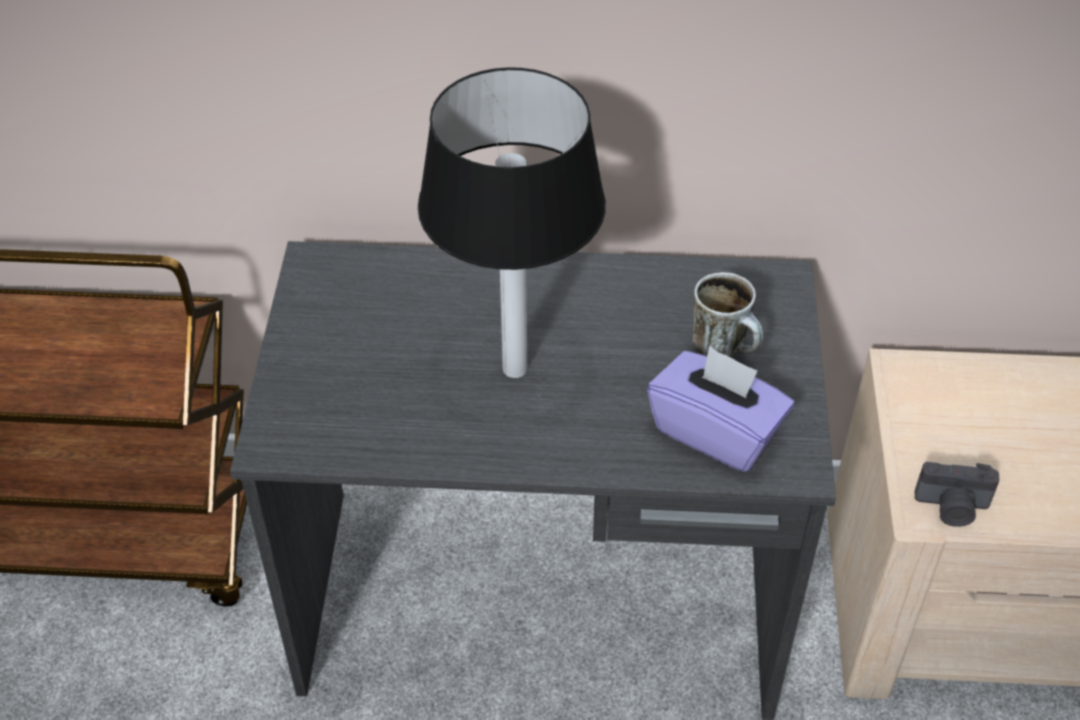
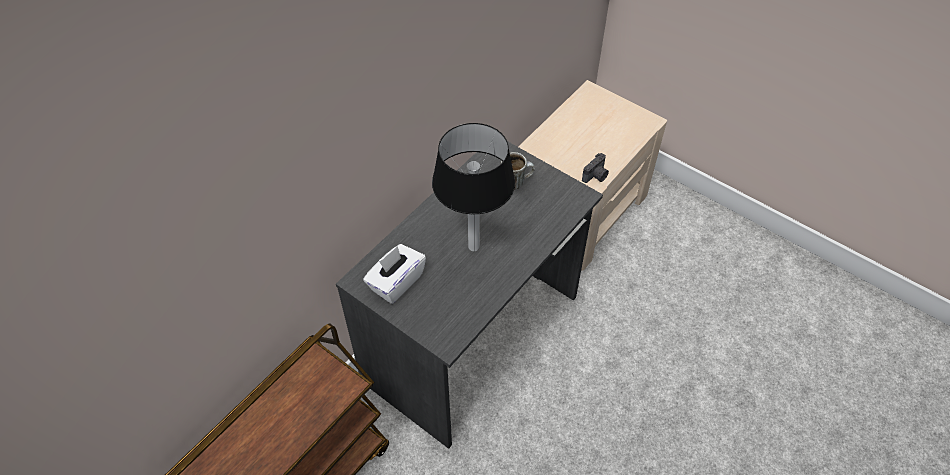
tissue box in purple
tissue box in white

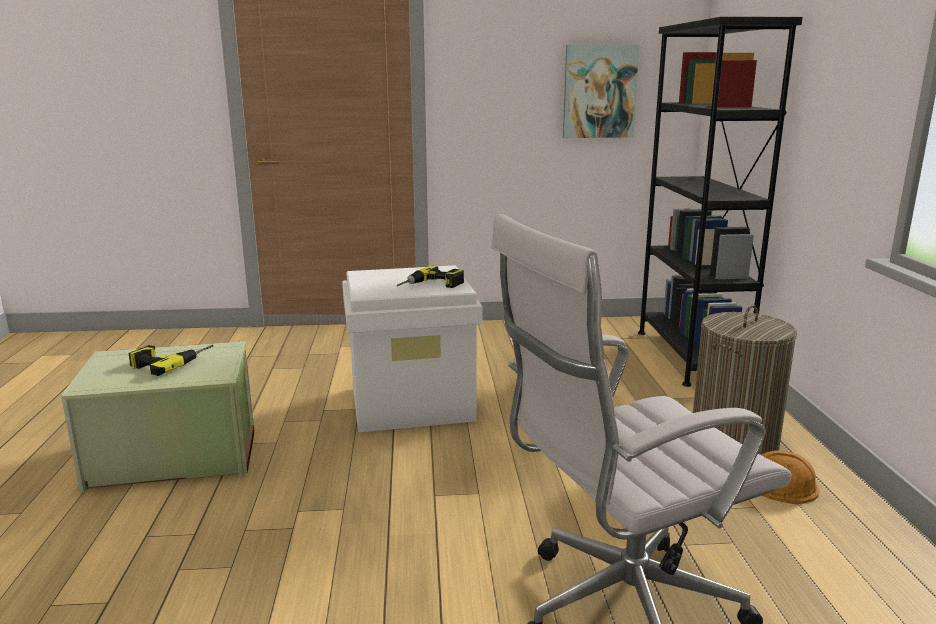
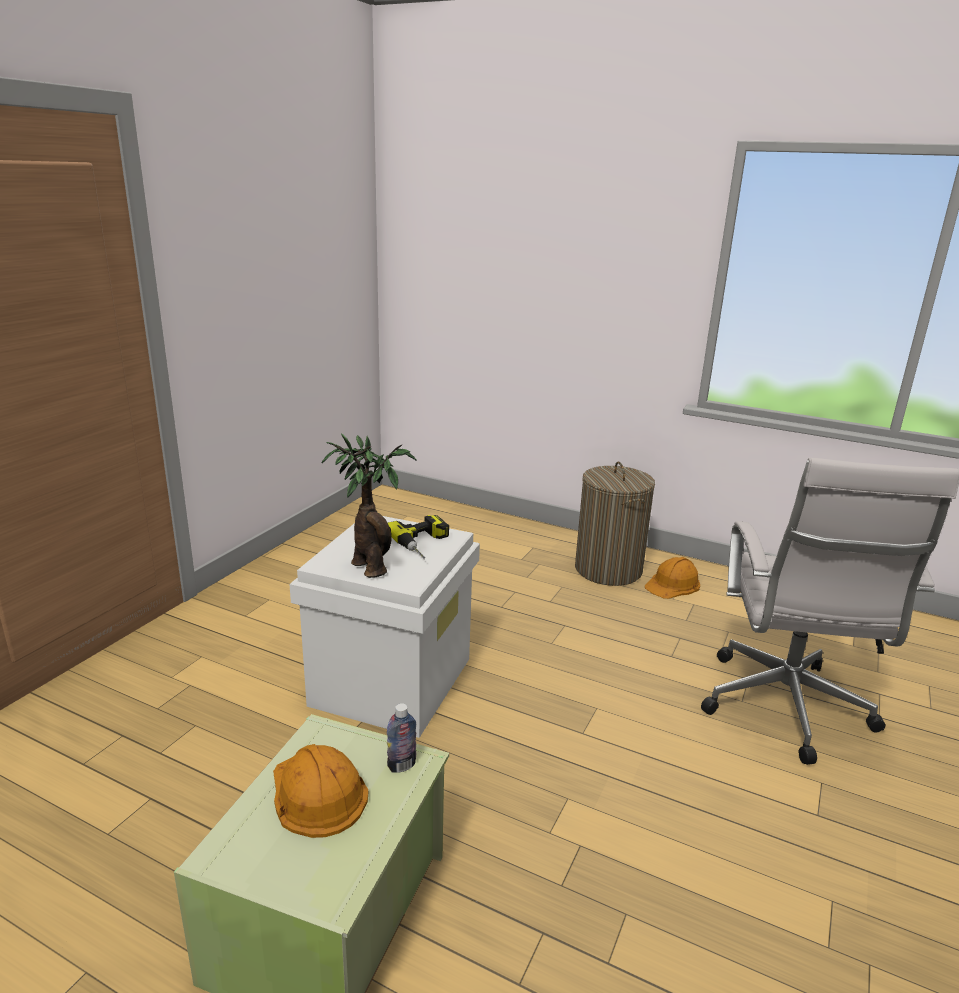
hard hat in orange (no. 1 from left)
picture
bookcase in black
potted plant
bottle

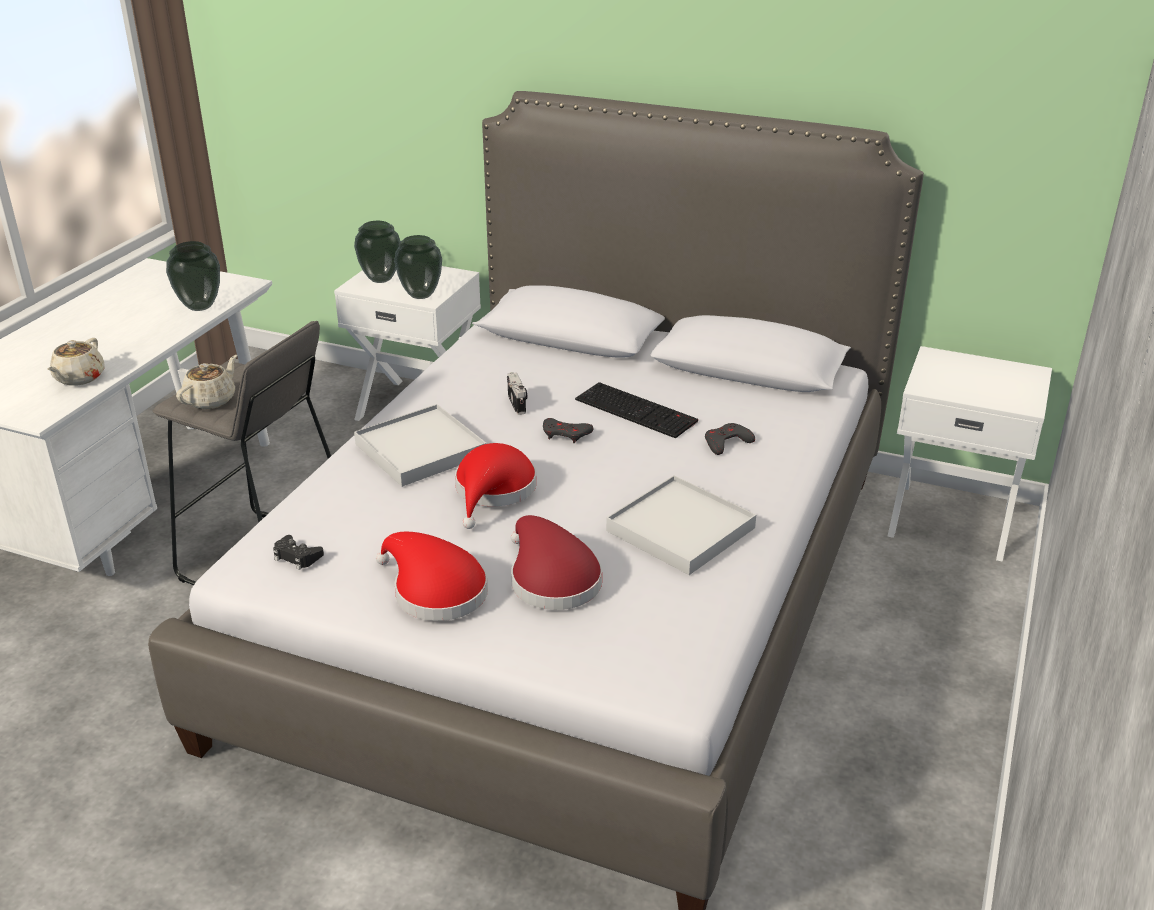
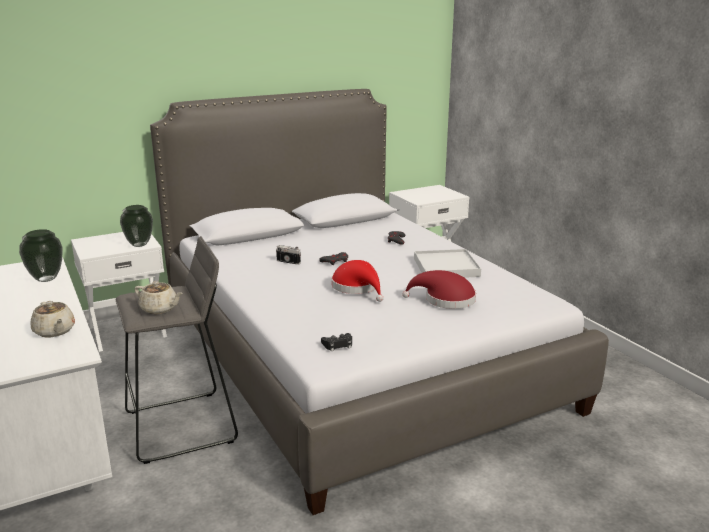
teapot in beige (no. 2 from left)
vase (no. 2 from left in the first image)
tray in white (no. 1 from left in the first image)
hat in red (no. 1 from left in the first image)
keyboard

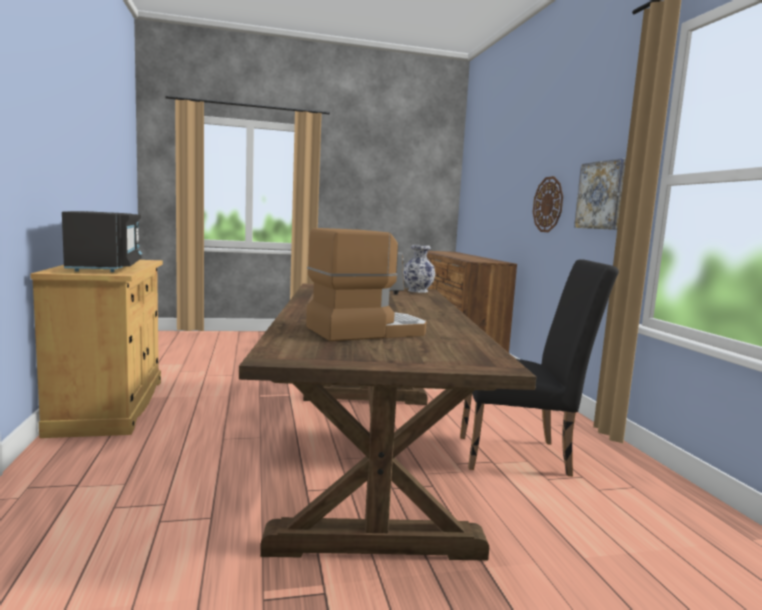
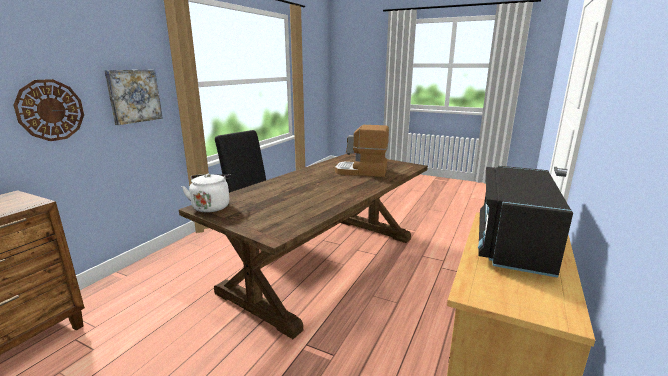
kettle in white

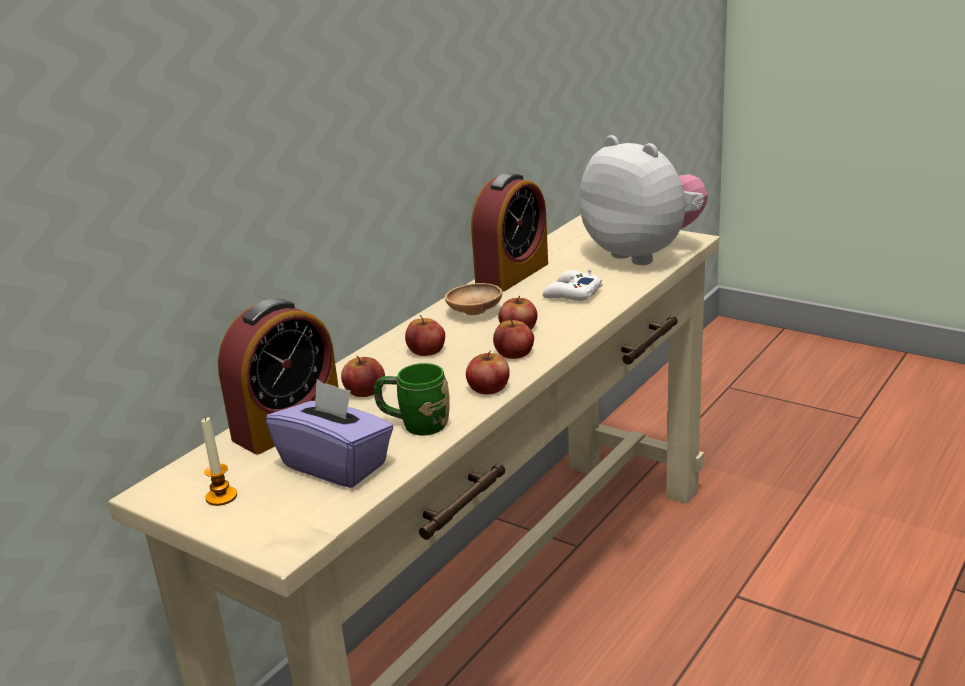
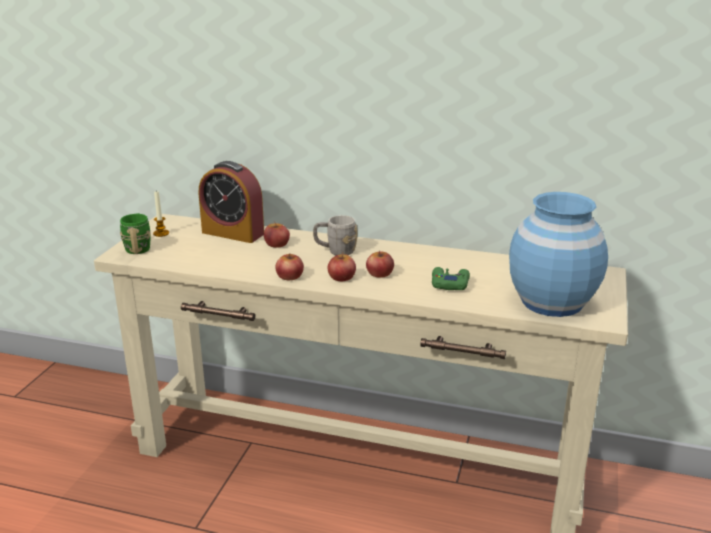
tissue box in purple
mug in green
mug in grey
bowl in brown
alarm clock (no. 2 from left in the first image)
game controller in green
vase in blue

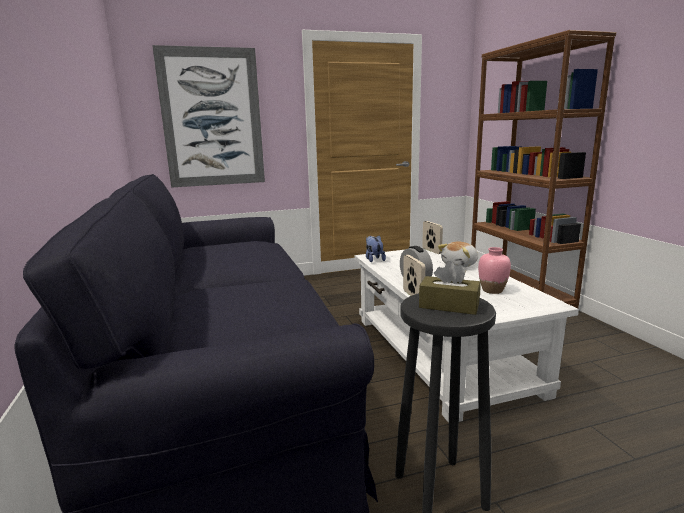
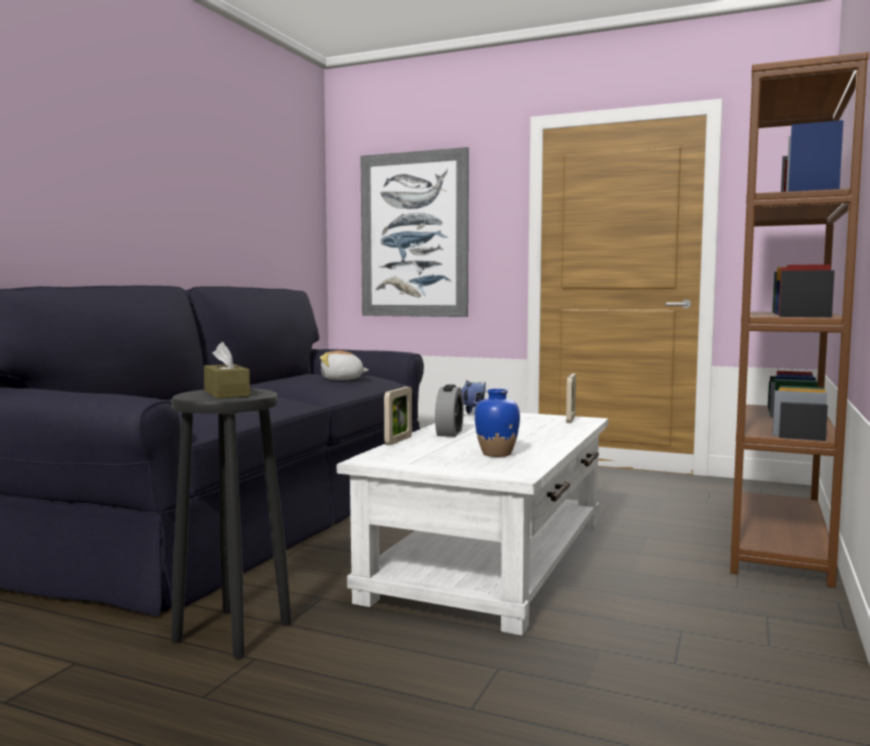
plush toy (no. 1 from left)
vase in blue

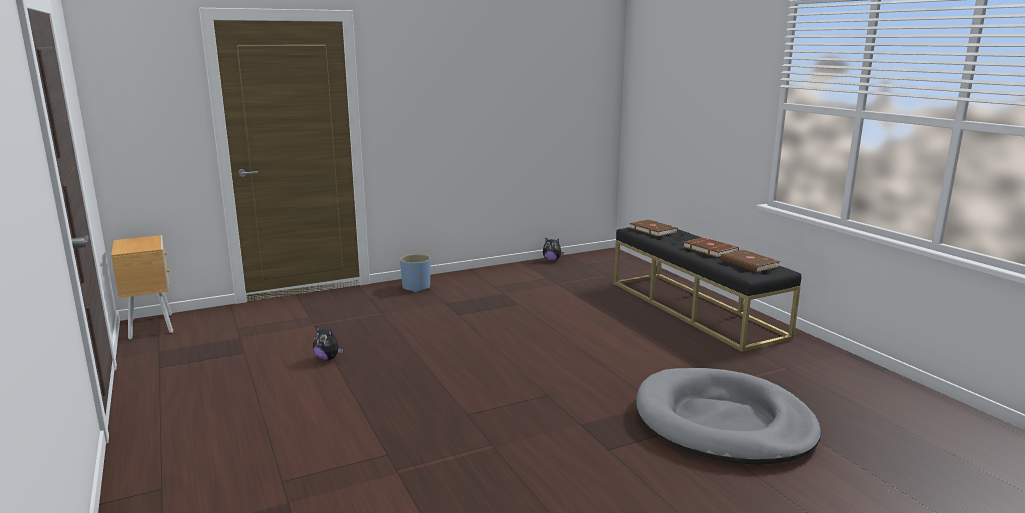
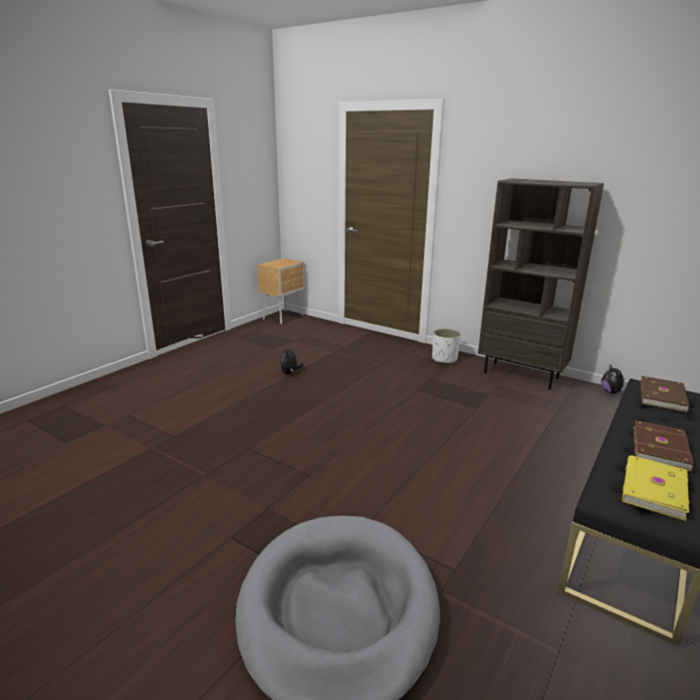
planter in white
book in yellow
bookcase in brown

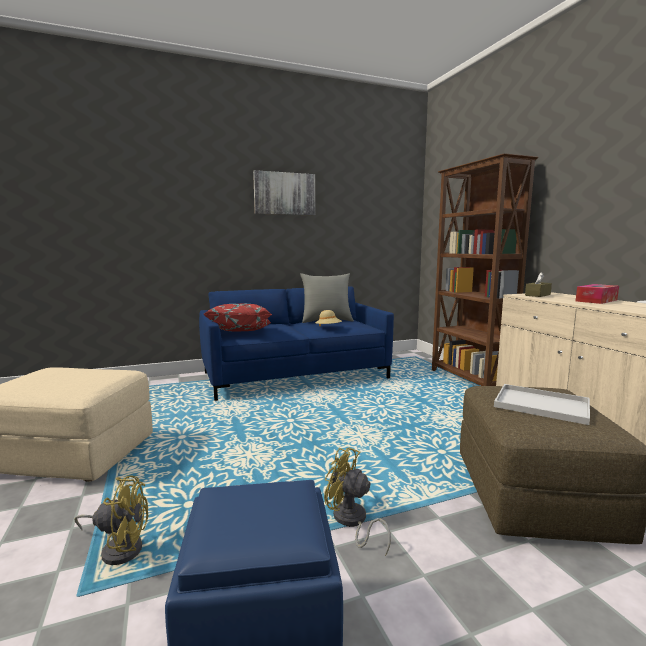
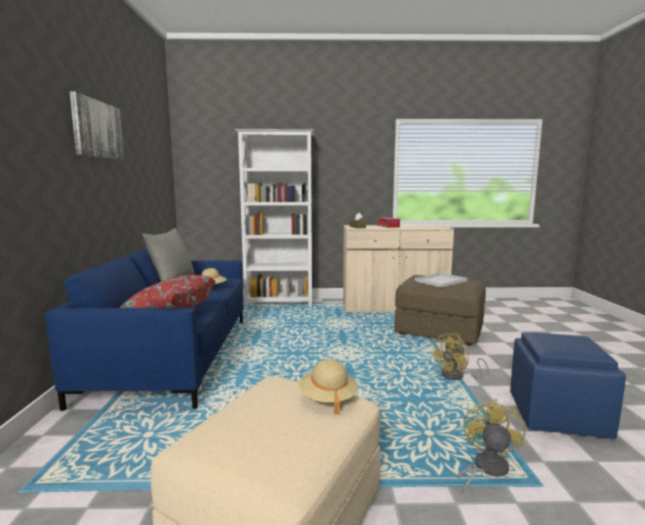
bookcase in white
hat in beige (no. 2 from left)

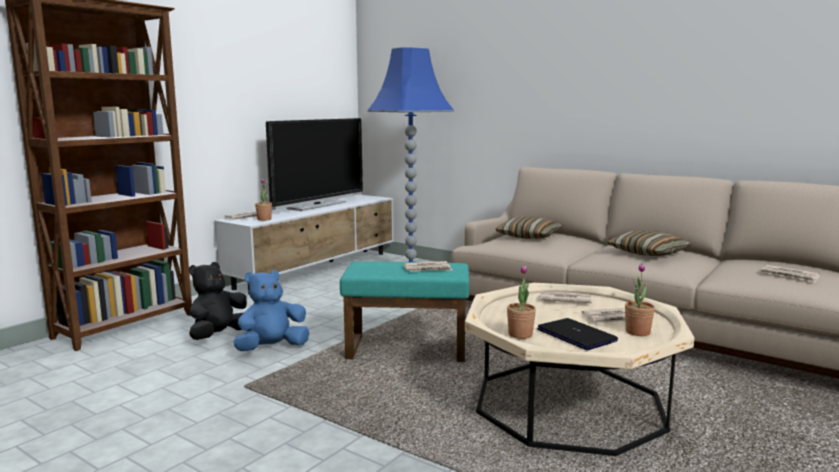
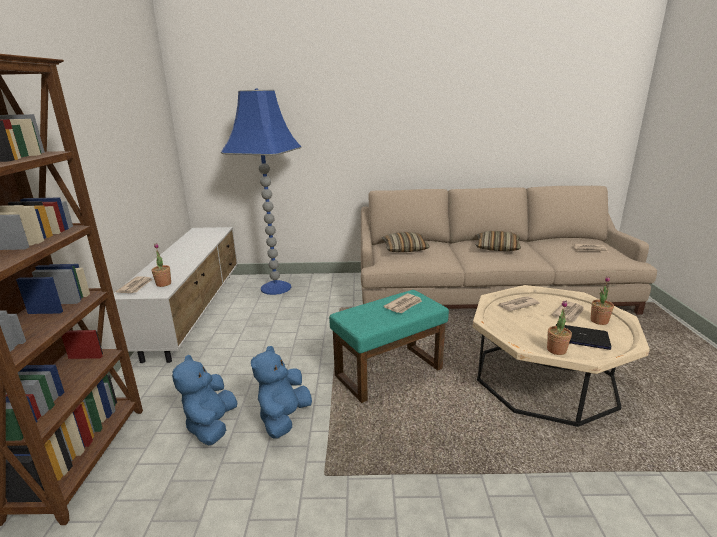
plush toy in blue (no. 1 from left)
television

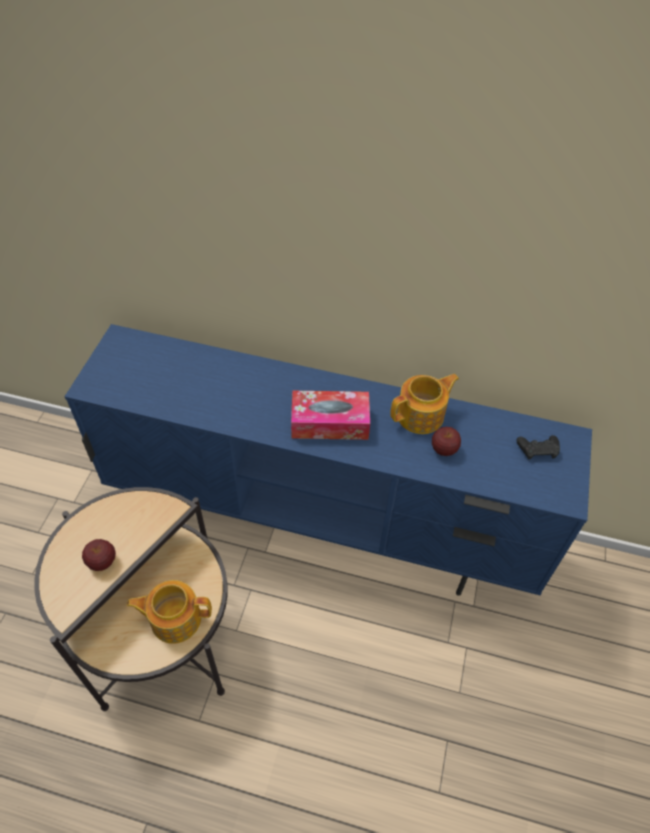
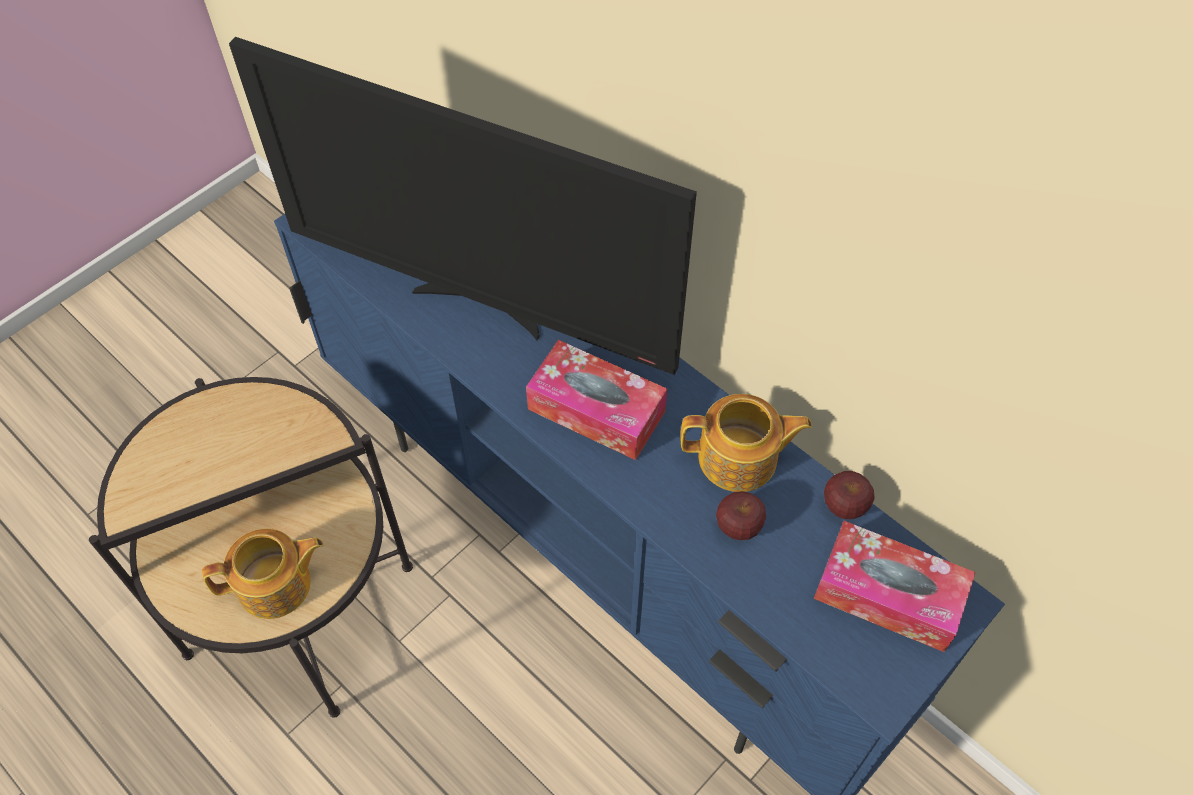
apple (no. 2 from left)
teapot (no. 1 from left)
tissue box (no. 2 from left)
television

